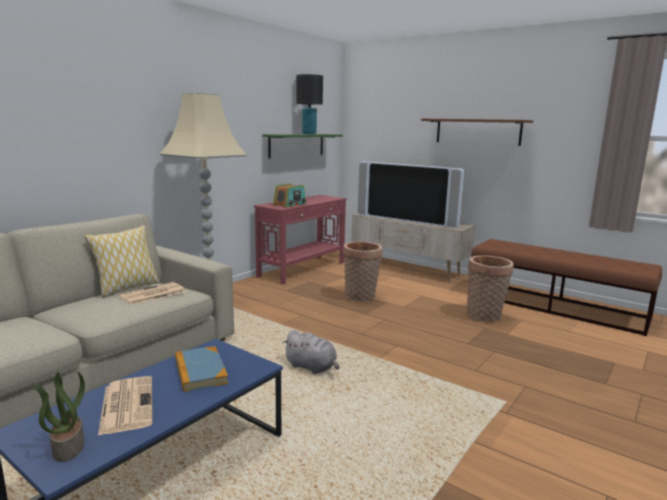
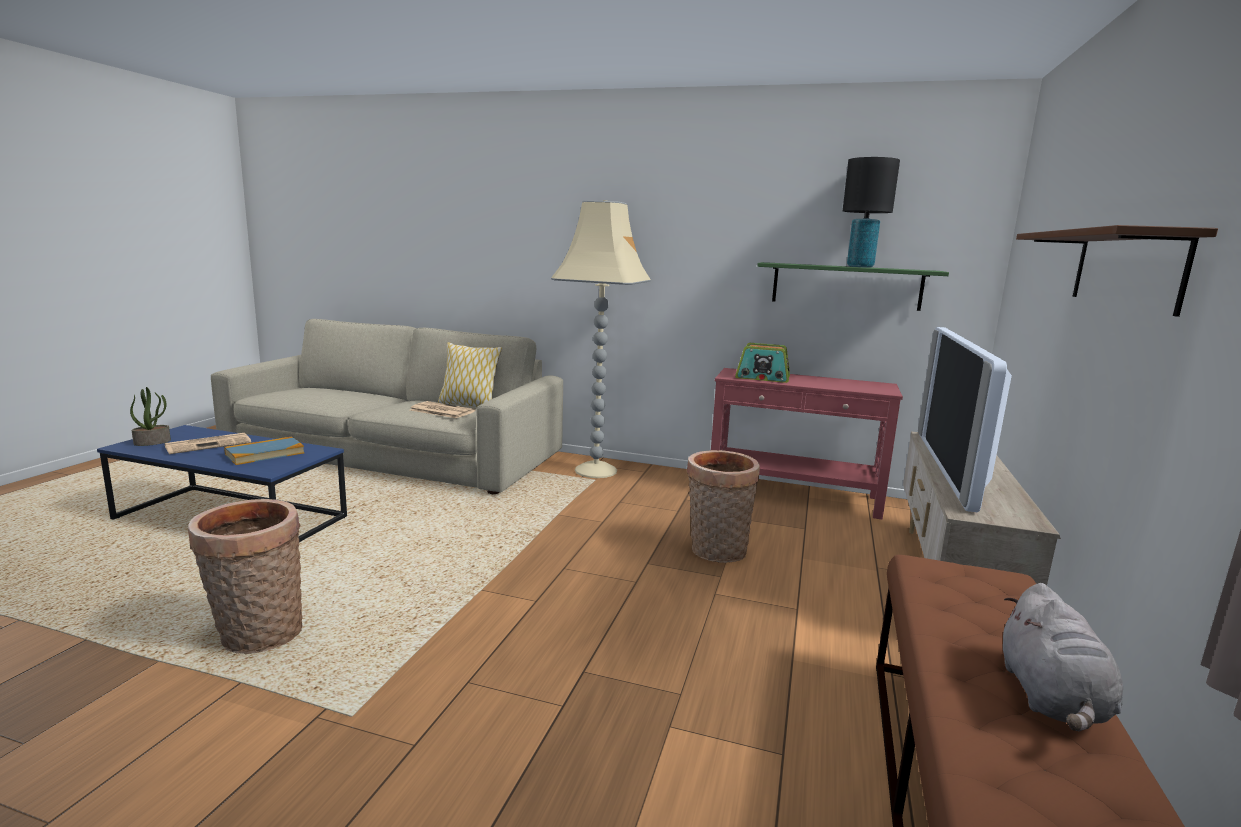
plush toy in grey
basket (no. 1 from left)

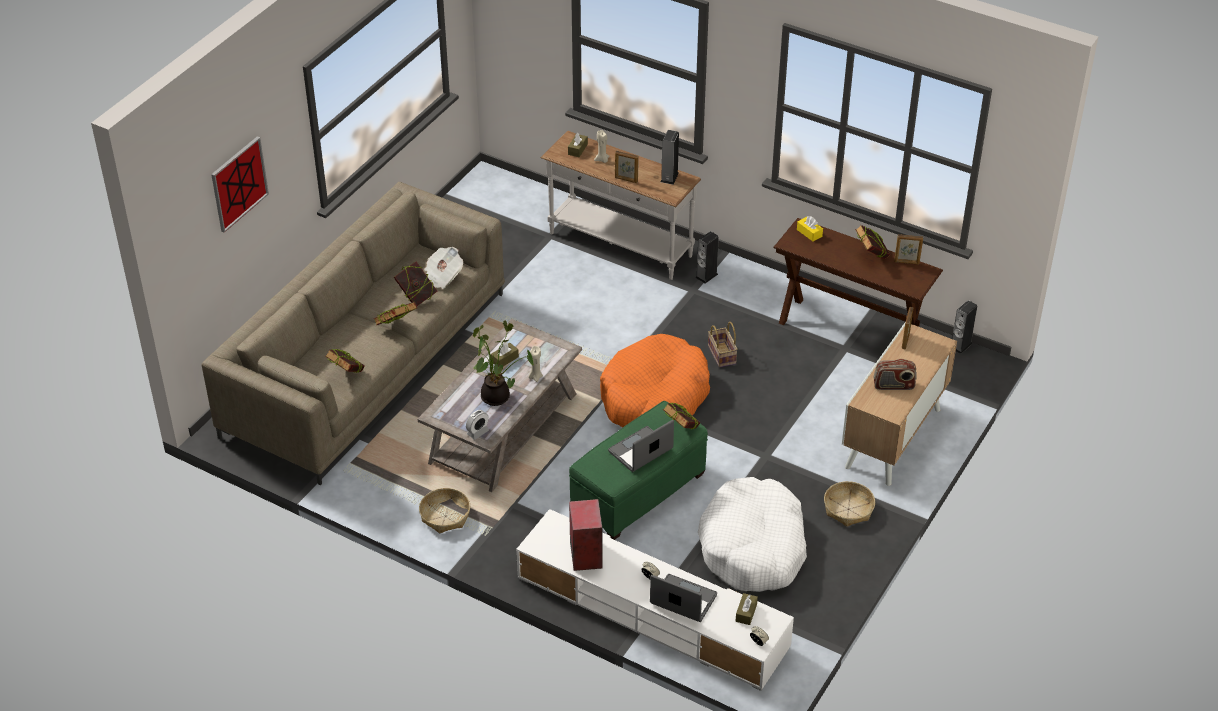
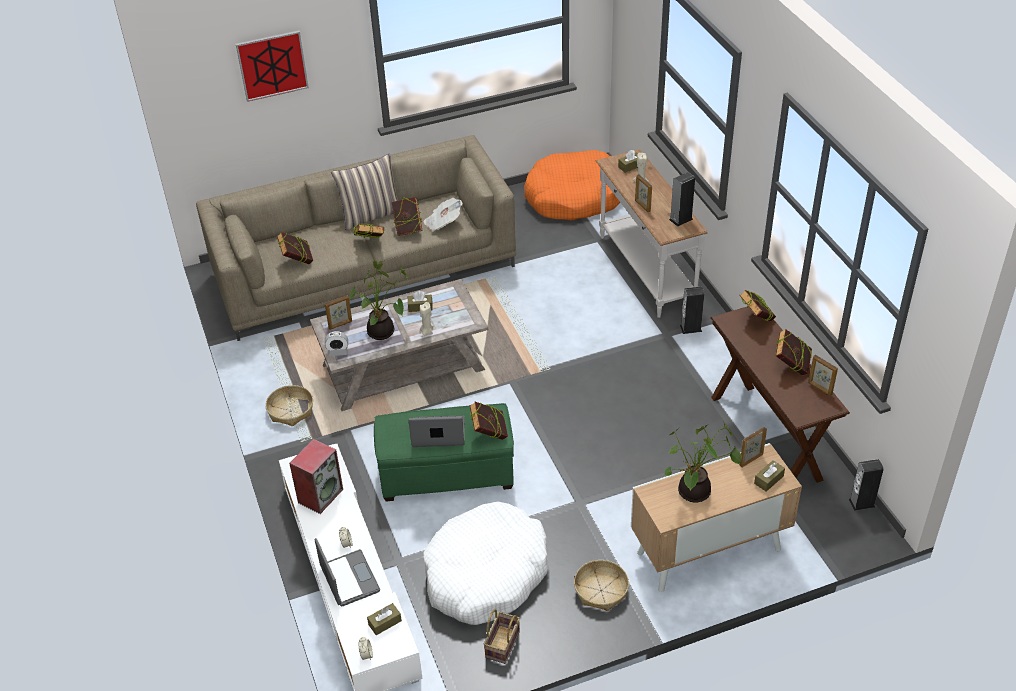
dog bed in orange
basket (no. 2 from left)
book (no. 5 from left)
potted plant (no. 2 from left)
picture frame (no. 1 from left)
pillow
tissue box in brown (no. 4 from left)

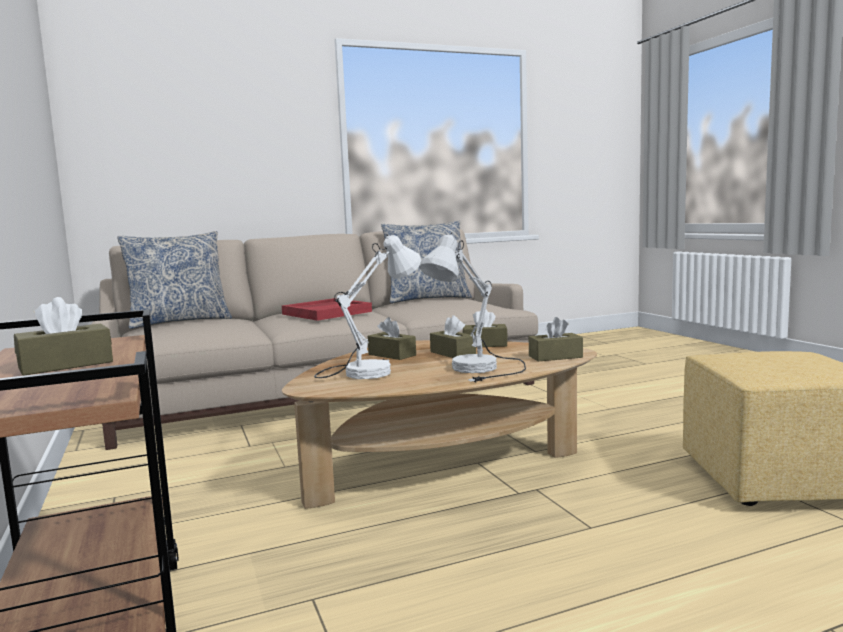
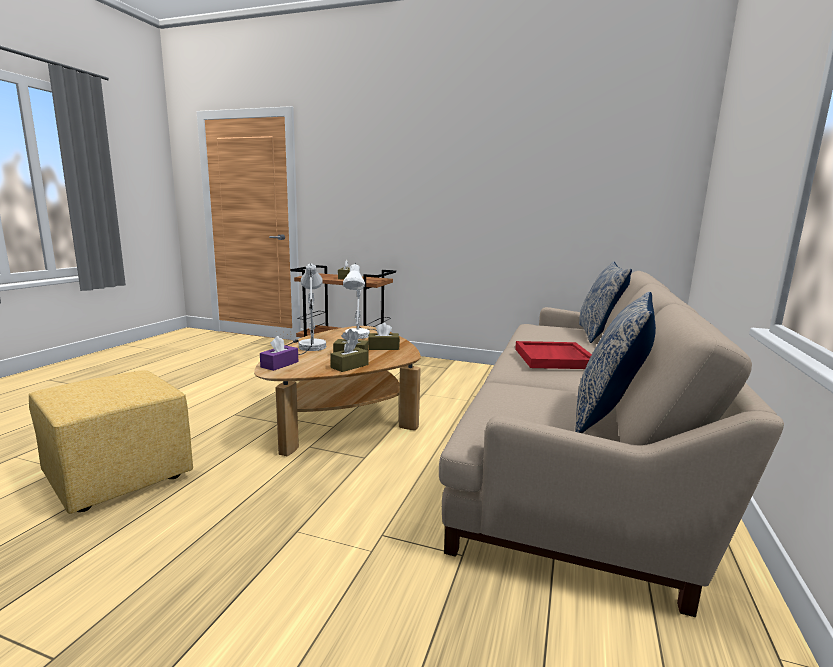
tissue box in purple

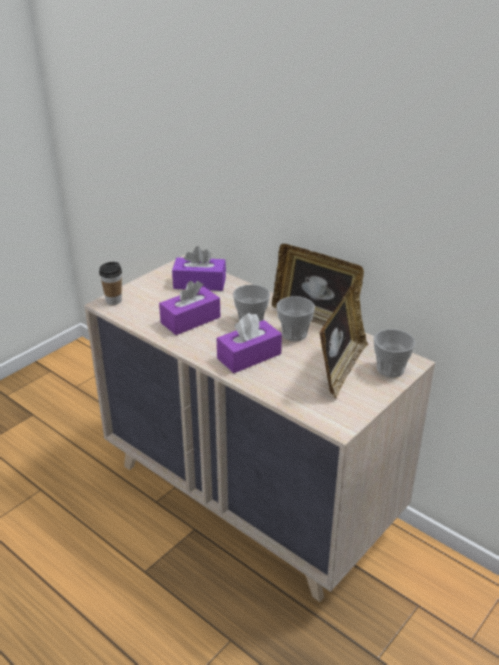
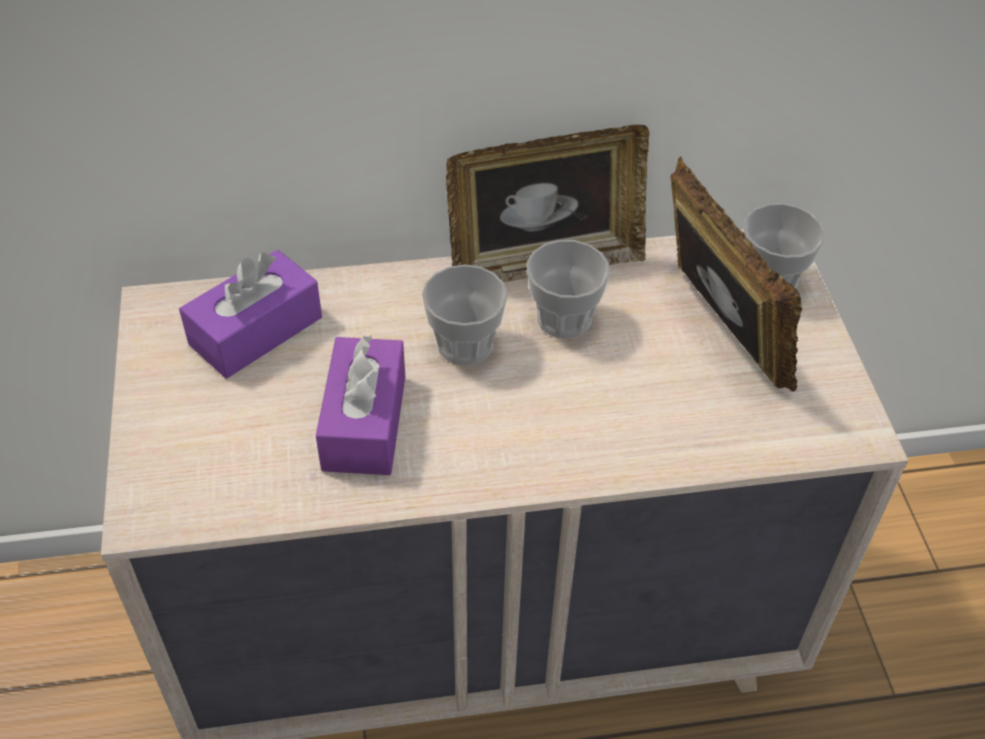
cup (no. 1 from left in the first image)
tissue box in purple (no. 3 from left in the first image)

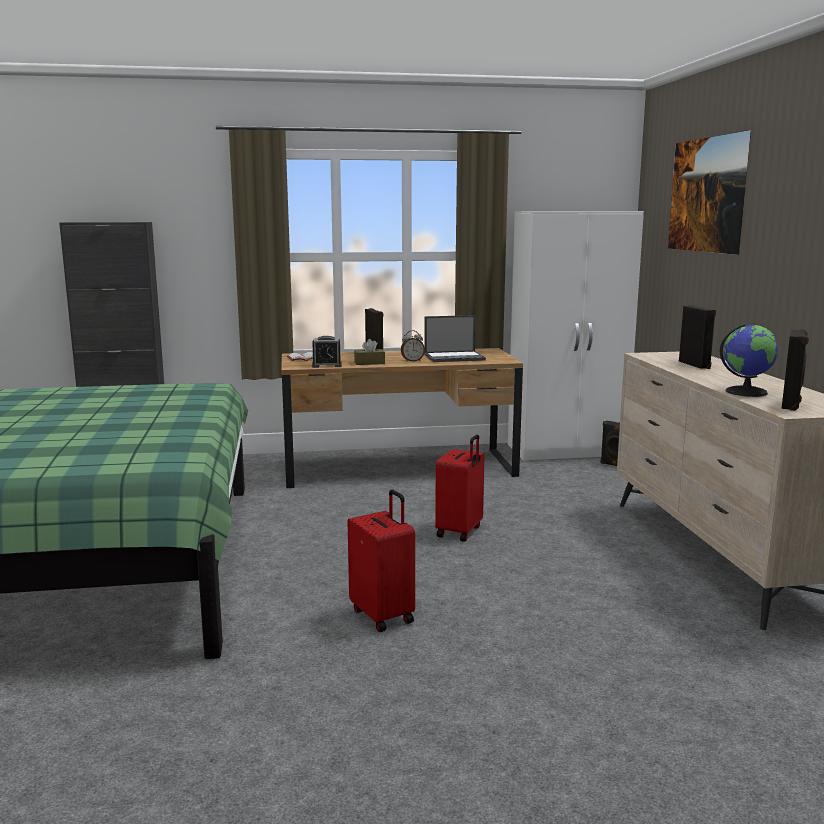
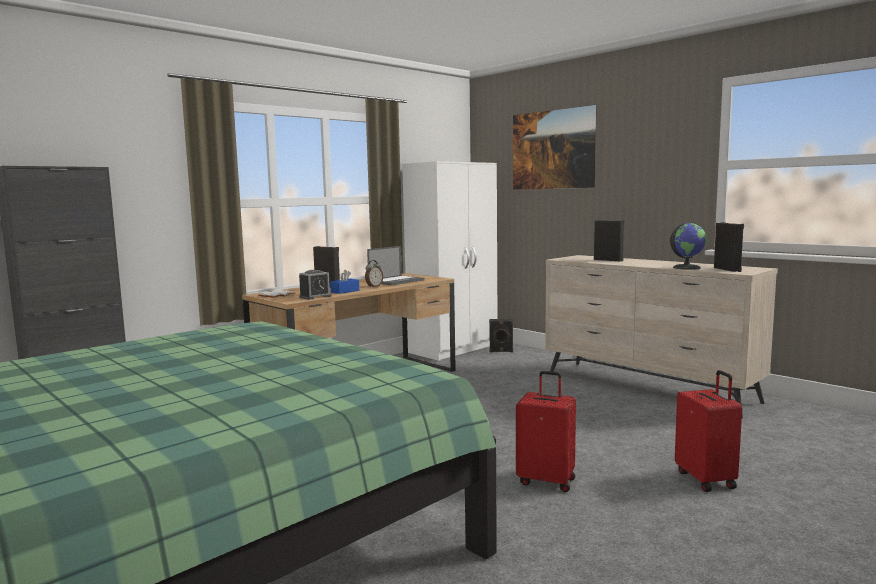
tissue box in blue
suitcase in red (no. 2 from left)

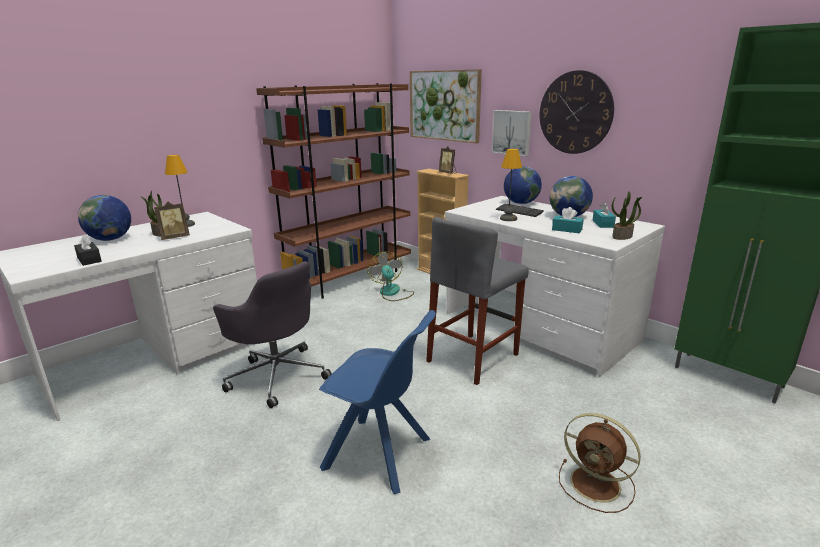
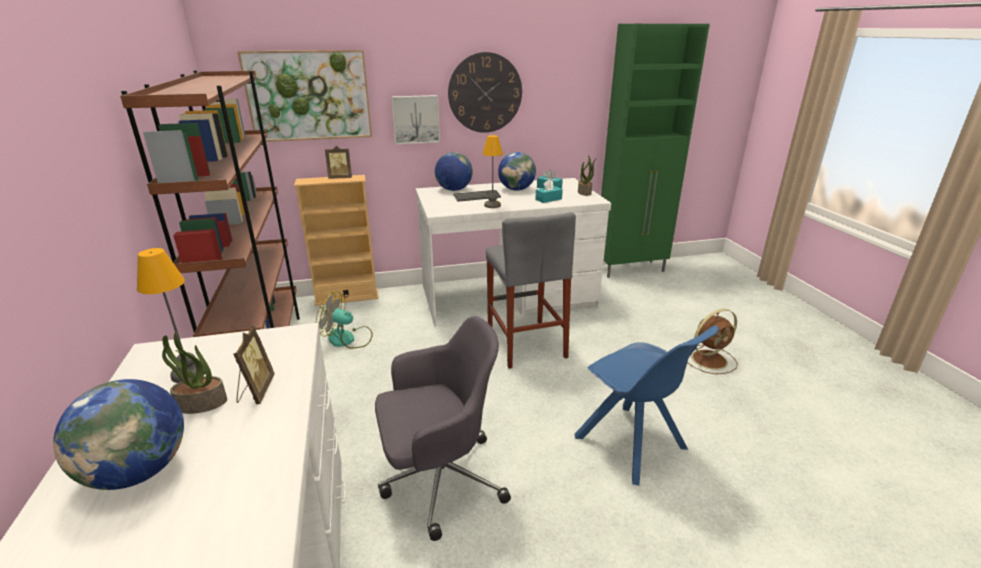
tissue box in black
chair in blue

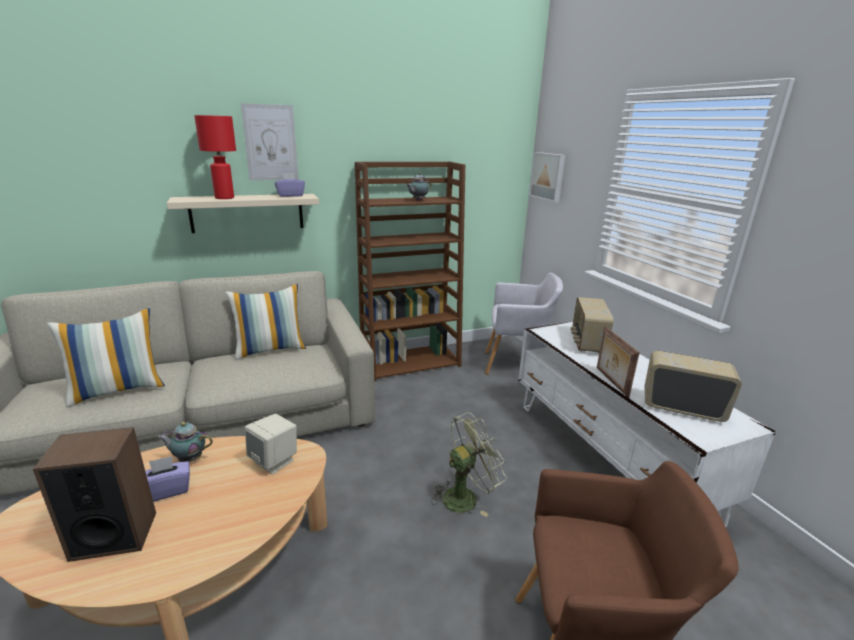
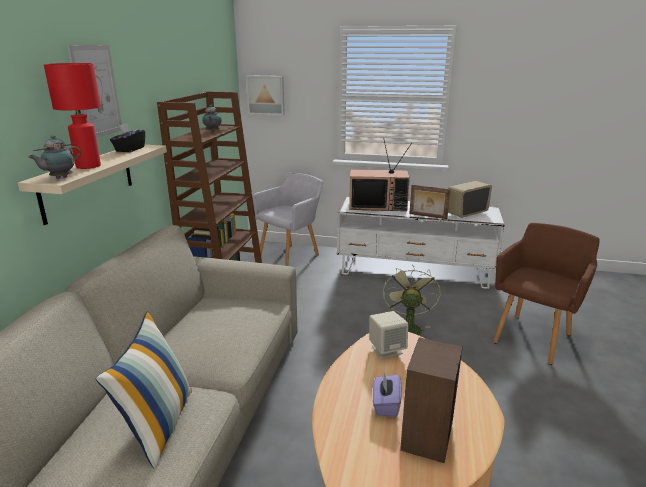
teapot (no. 1 from left)
pillow (no. 2 from left in the first image)
tissue box in black
television

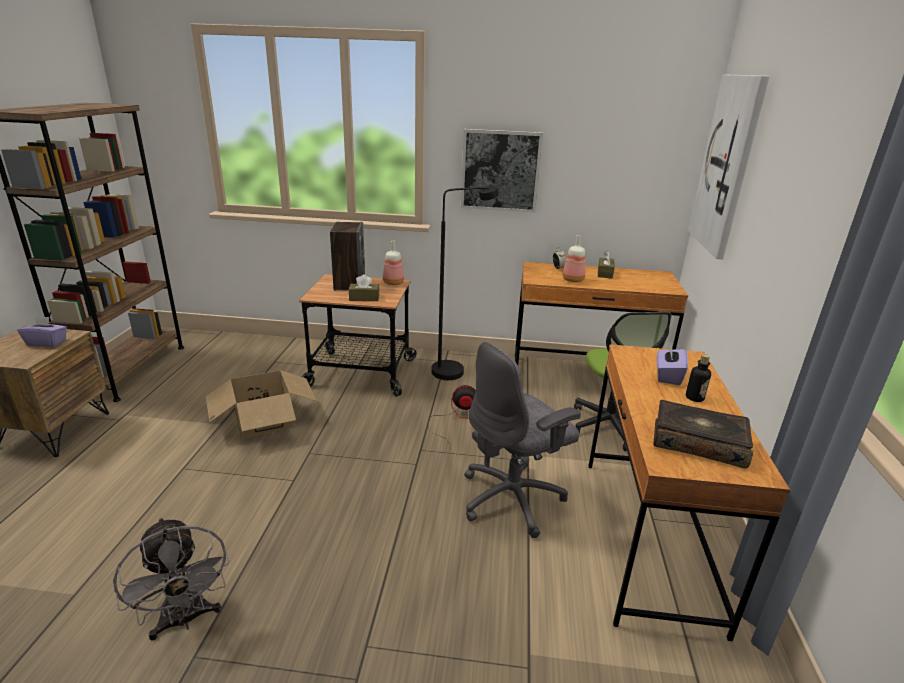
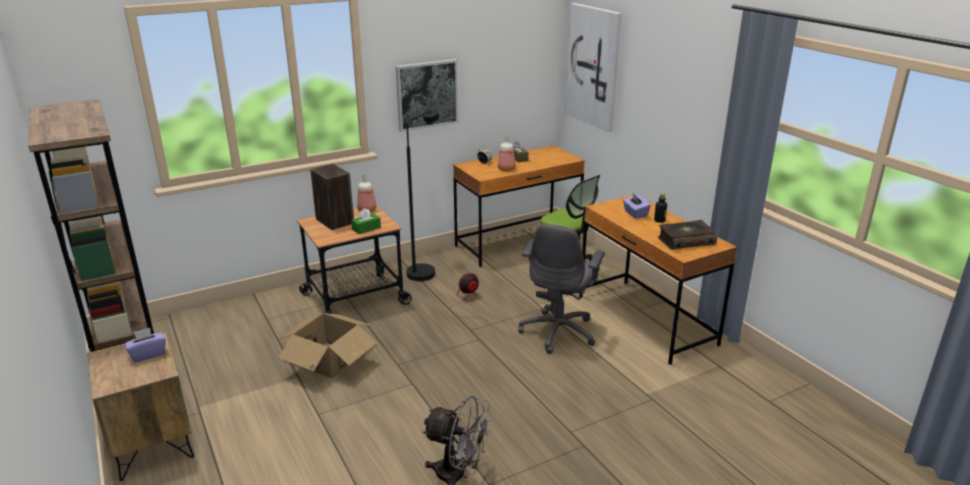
tissue box in green

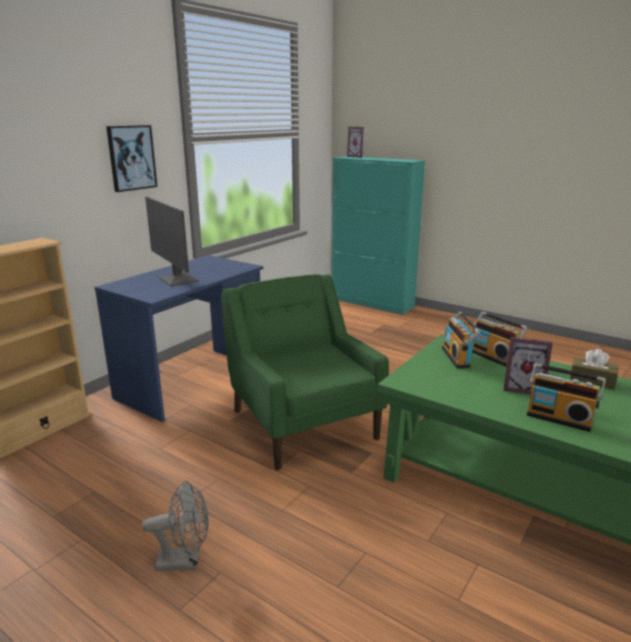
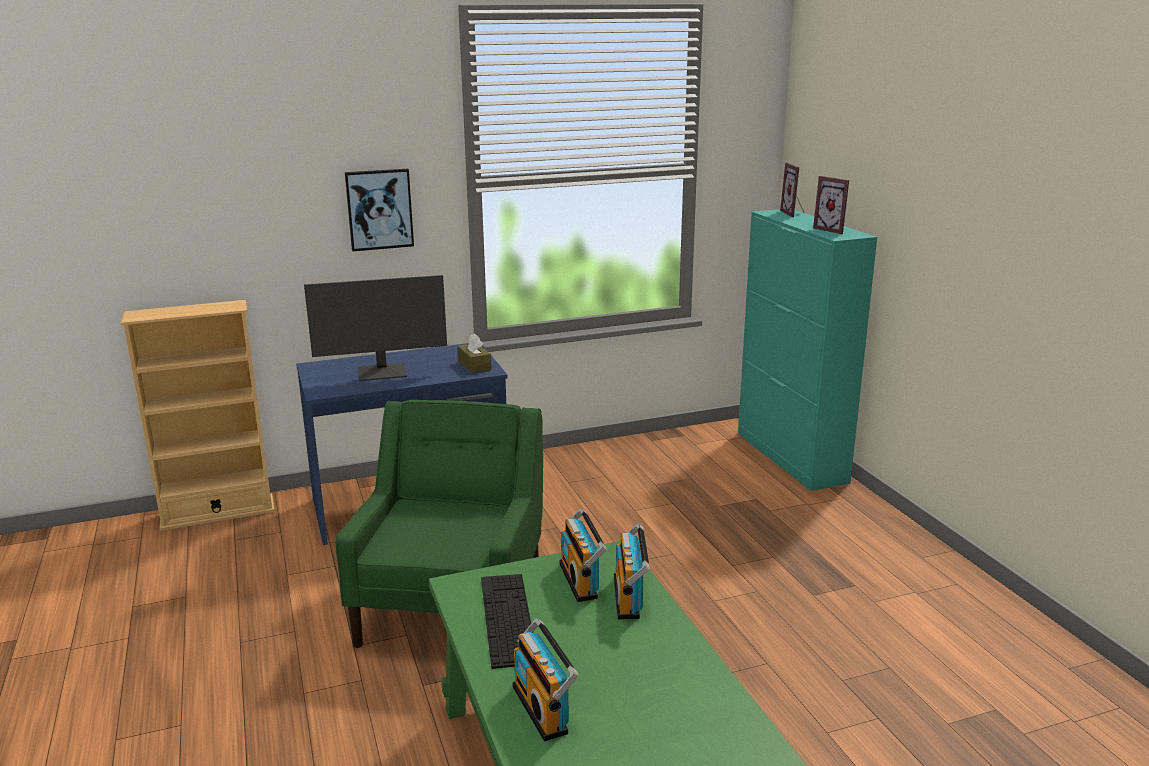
fan in grey
monitor
radio (no. 2 from left)
picture frame (no. 2 from left)
tissue box in brown
keyboard

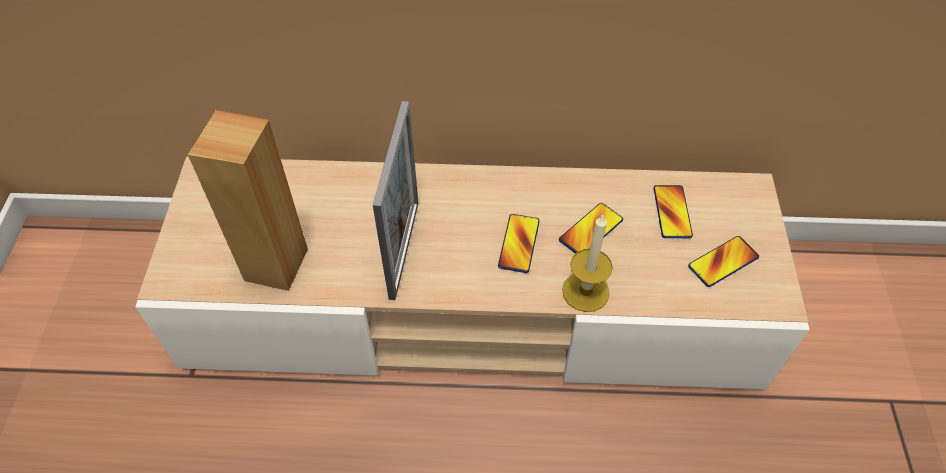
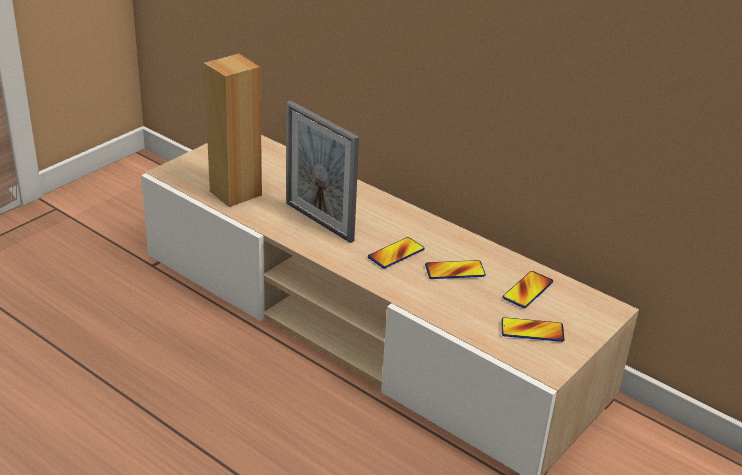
picture frame
candle

